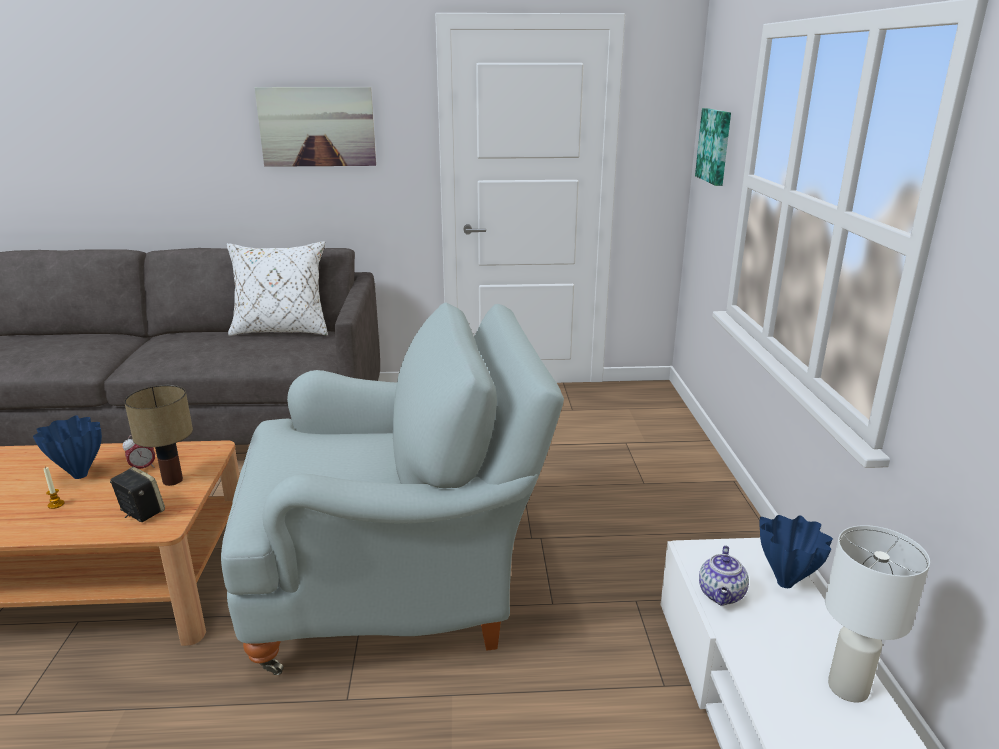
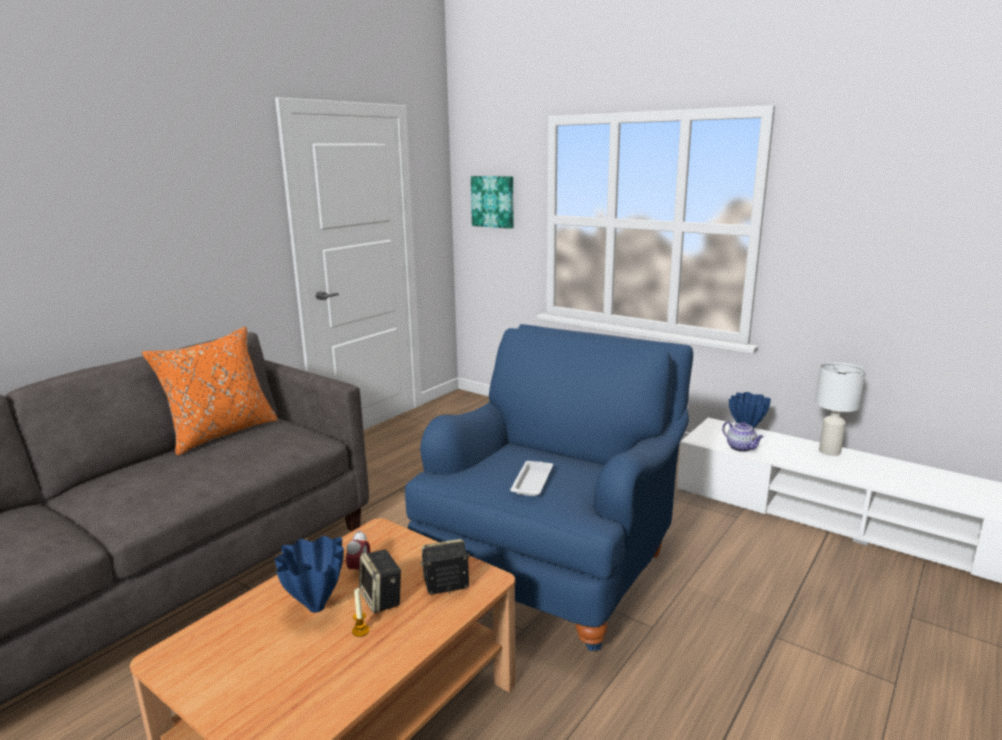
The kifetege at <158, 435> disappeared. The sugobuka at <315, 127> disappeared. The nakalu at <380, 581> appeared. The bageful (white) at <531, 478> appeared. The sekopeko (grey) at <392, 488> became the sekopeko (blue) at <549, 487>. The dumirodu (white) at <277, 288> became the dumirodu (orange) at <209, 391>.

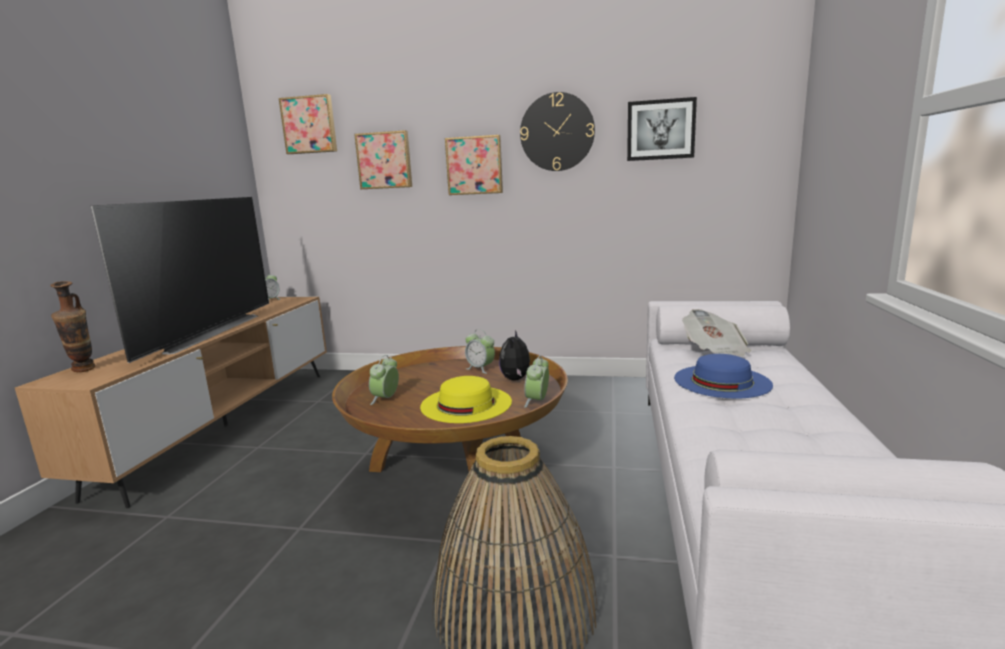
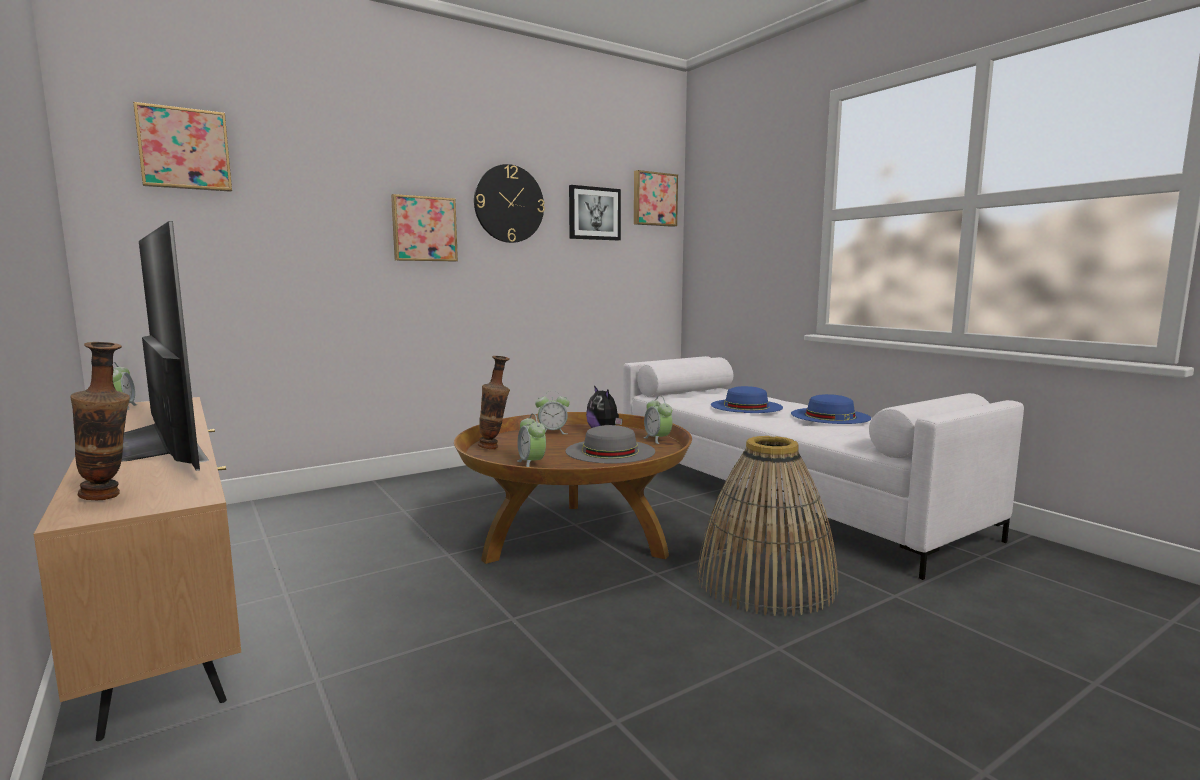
The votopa at <716, 333> disappeared. The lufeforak at <494, 402> appeared. The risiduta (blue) at <831, 409> appeared. The sugobuka moved from <383, 159> to <656, 198>. The risiduta (yellow) at <466, 399> became the risiduta (grey) at <610, 444>.

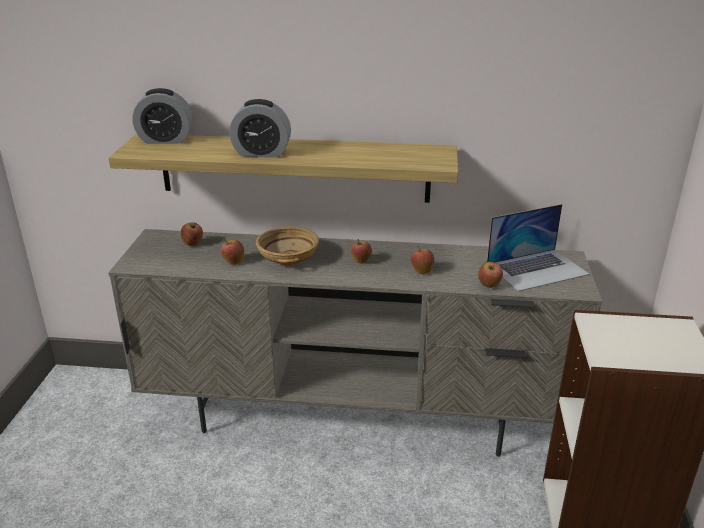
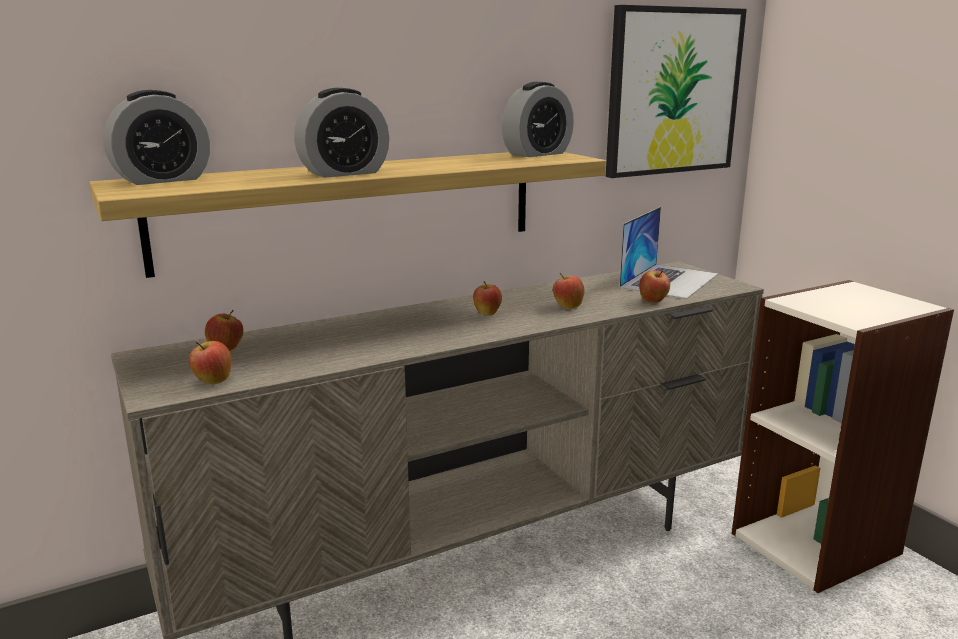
The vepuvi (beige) at <287, 245> disappeared. The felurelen at <538, 119> appeared. The sugobuka at <676, 91> appeared. The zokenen moved from <232, 252> to <210, 363>.

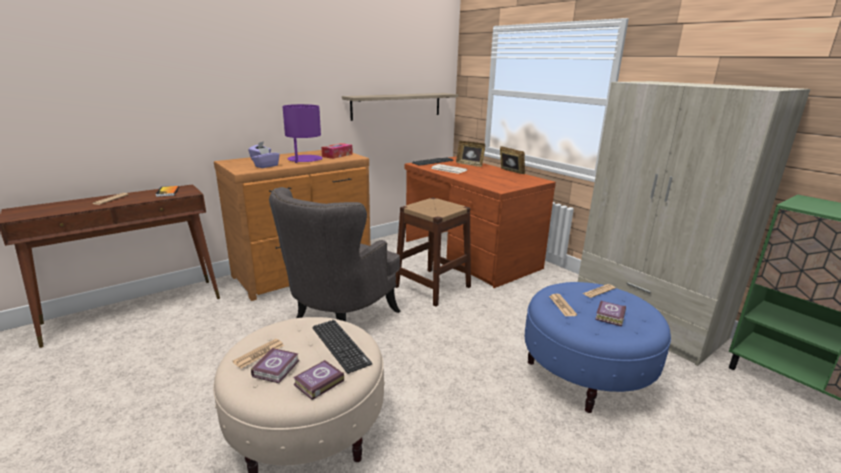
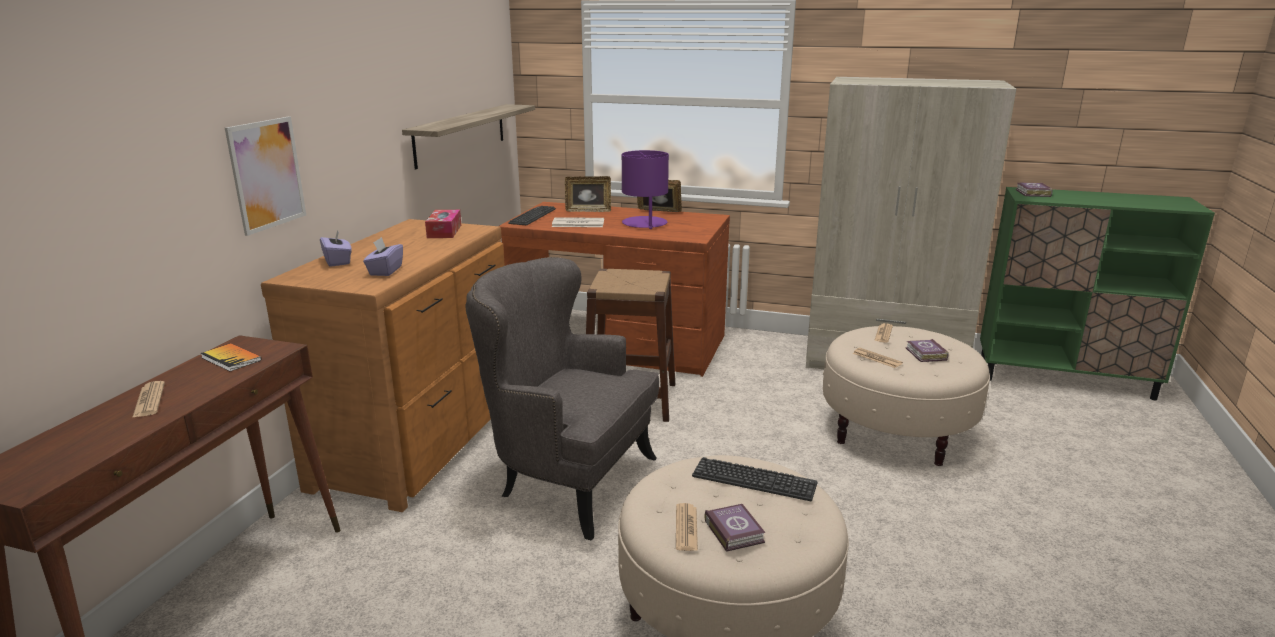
The sugobuka at <265, 176> appeared. The kifetege (purple) moved from <302, 133> to <645, 189>. The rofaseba moved from <318, 380> to <1034, 190>. The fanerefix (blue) at <598, 347> became the fanerefix (beige) at <906, 396>. The sekopeko (grey) at <334, 254> turned 120 degrees clockwise.

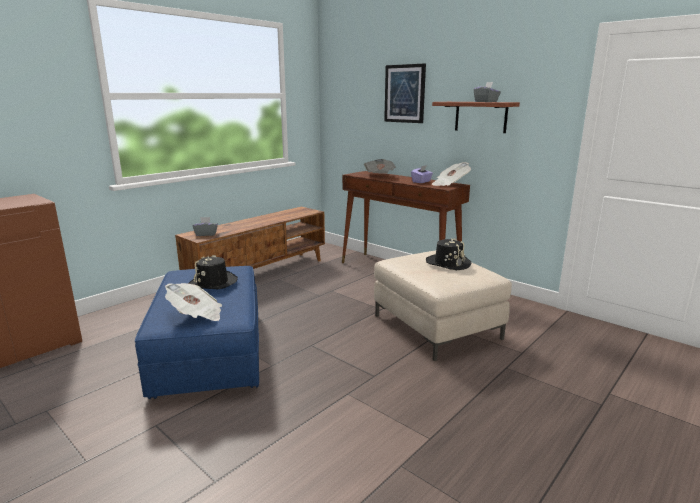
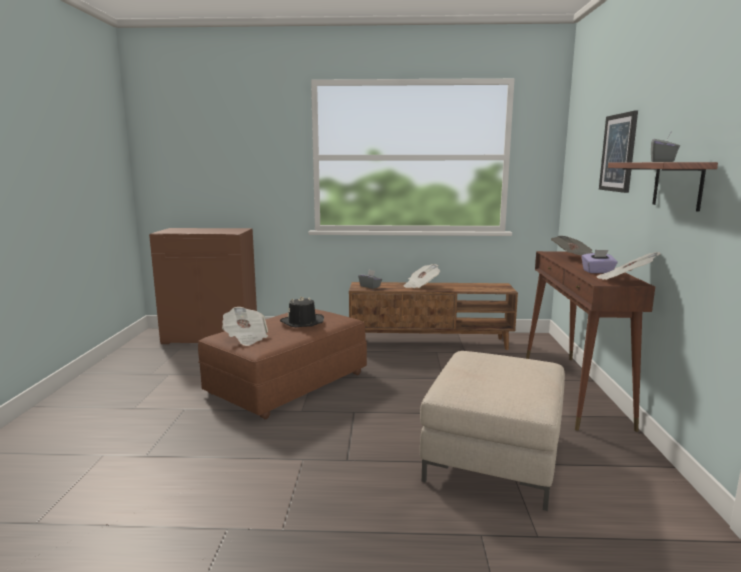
The risiduta (black) at <448, 254> disappeared. The votopa at <421, 276> appeared. The fanerefix (blue) at <197, 332> became the fanerefix (brown) at <282, 364>.

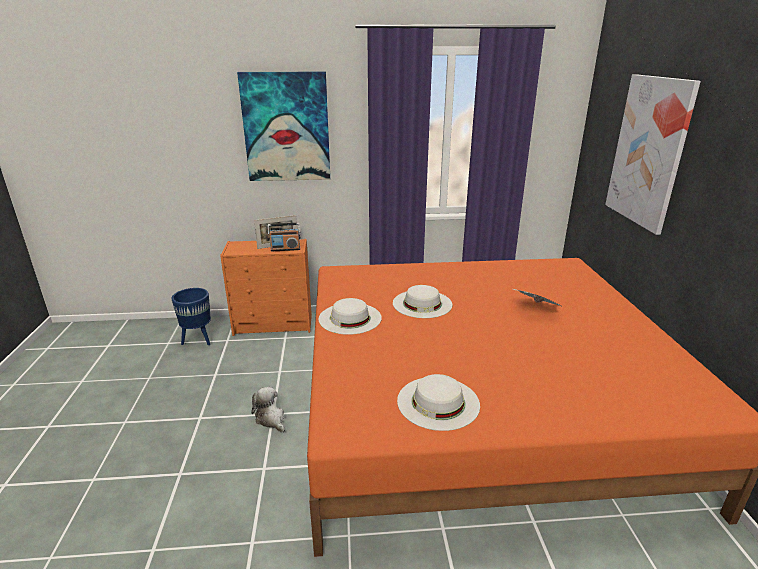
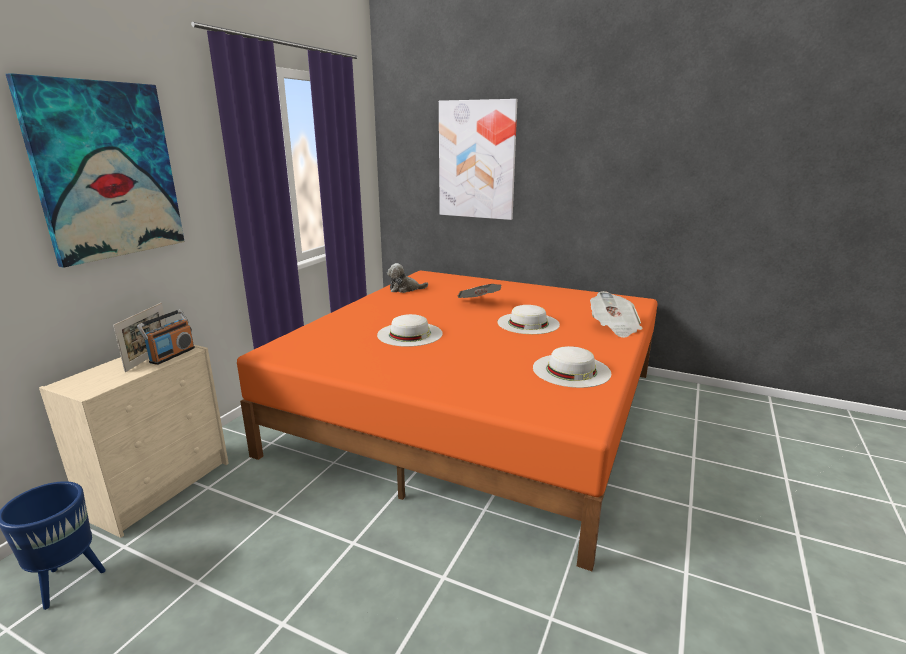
The votopa at <616, 314> appeared. The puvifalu moved from <268, 410> to <407, 278>. The risiduta (white) moved from <350, 316> to <528, 319>. The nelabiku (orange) at <266, 287> became the nelabiku (beige) at <134, 441>.

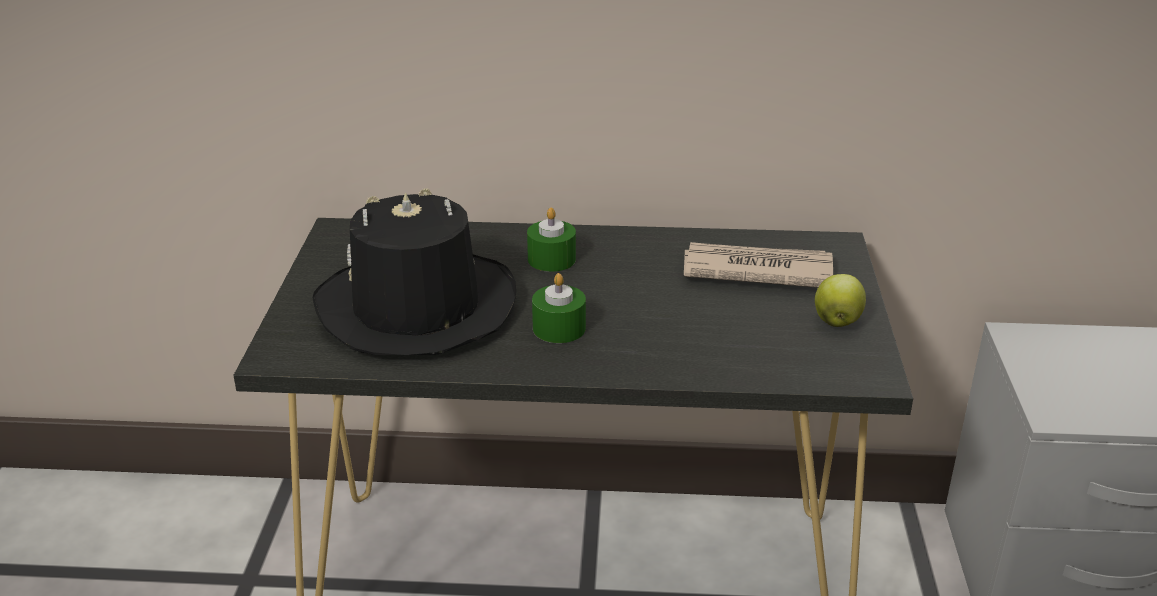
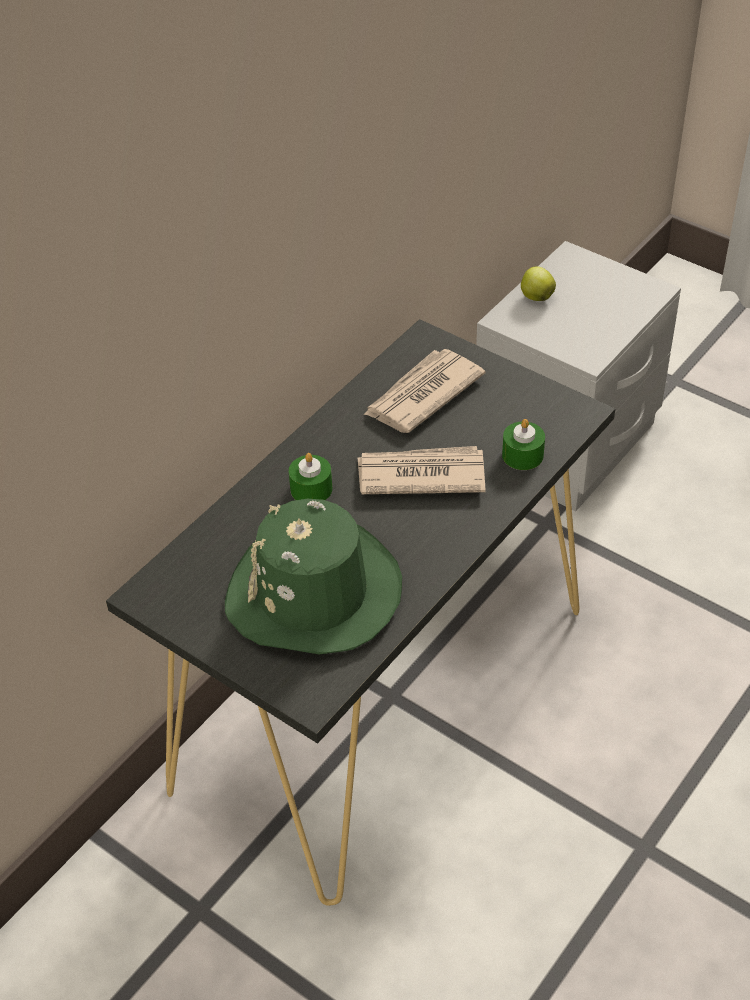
The votopa at <421, 470> appeared. The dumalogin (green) moved from <559, 308> to <523, 444>. The zokenen moved from <840, 300> to <538, 283>. The risiduta (black) at <414, 271> became the risiduta (green) at <313, 576>.

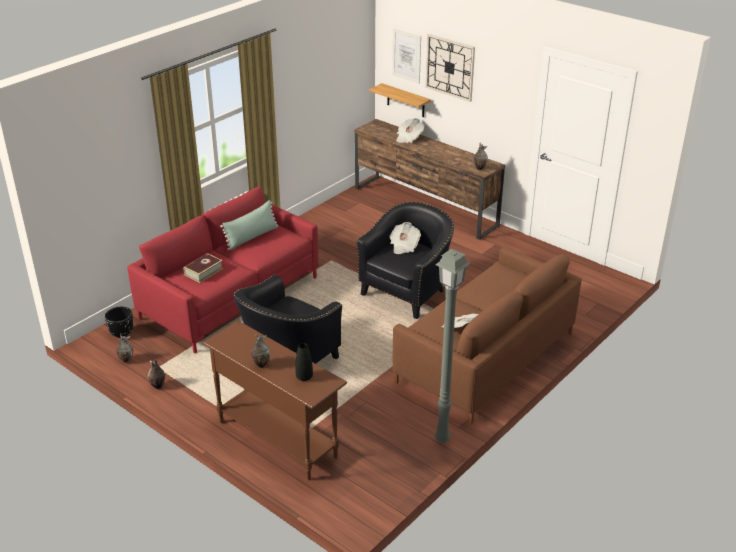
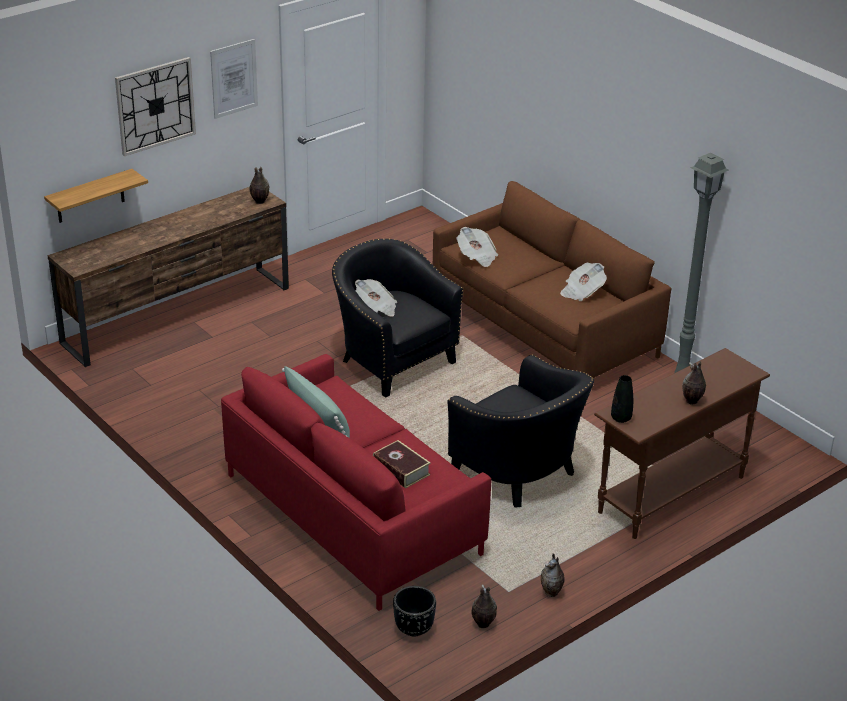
The lufeforak (black) moved from <304, 362> to <622, 399>. The sugobuka moved from <406, 56> to <234, 79>. The votopa moved from <410, 130> to <477, 247>.

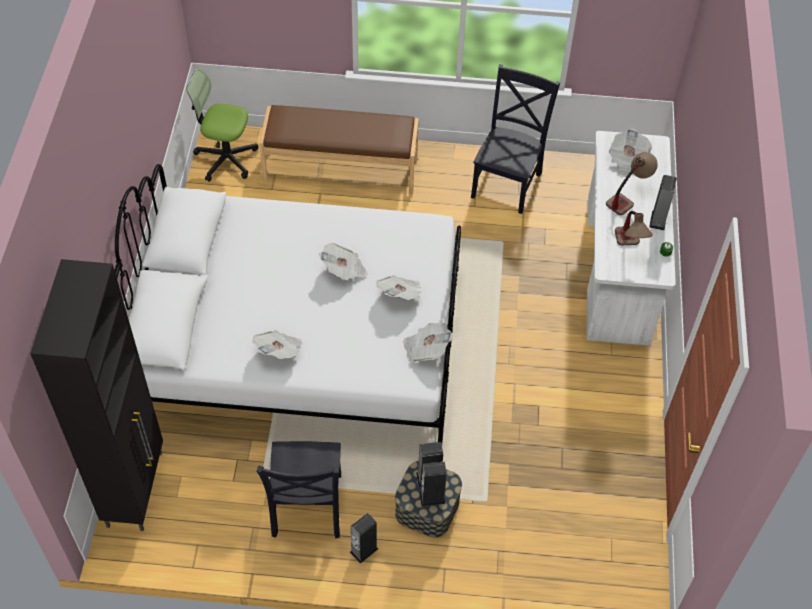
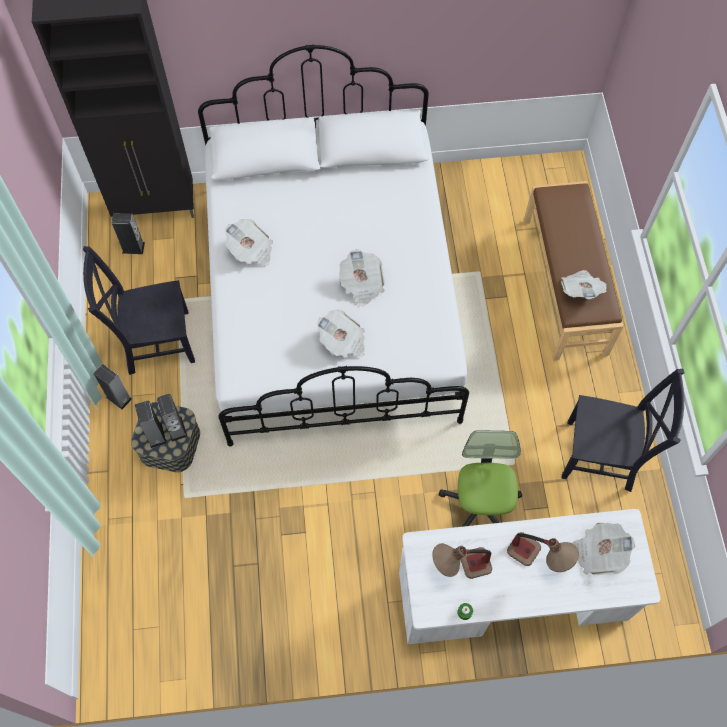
The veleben moved from <222, 125> to <480, 478>. The votopa moved from <427, 342> to <584, 284>. The nakalu moved from <663, 202> to <128, 233>.

